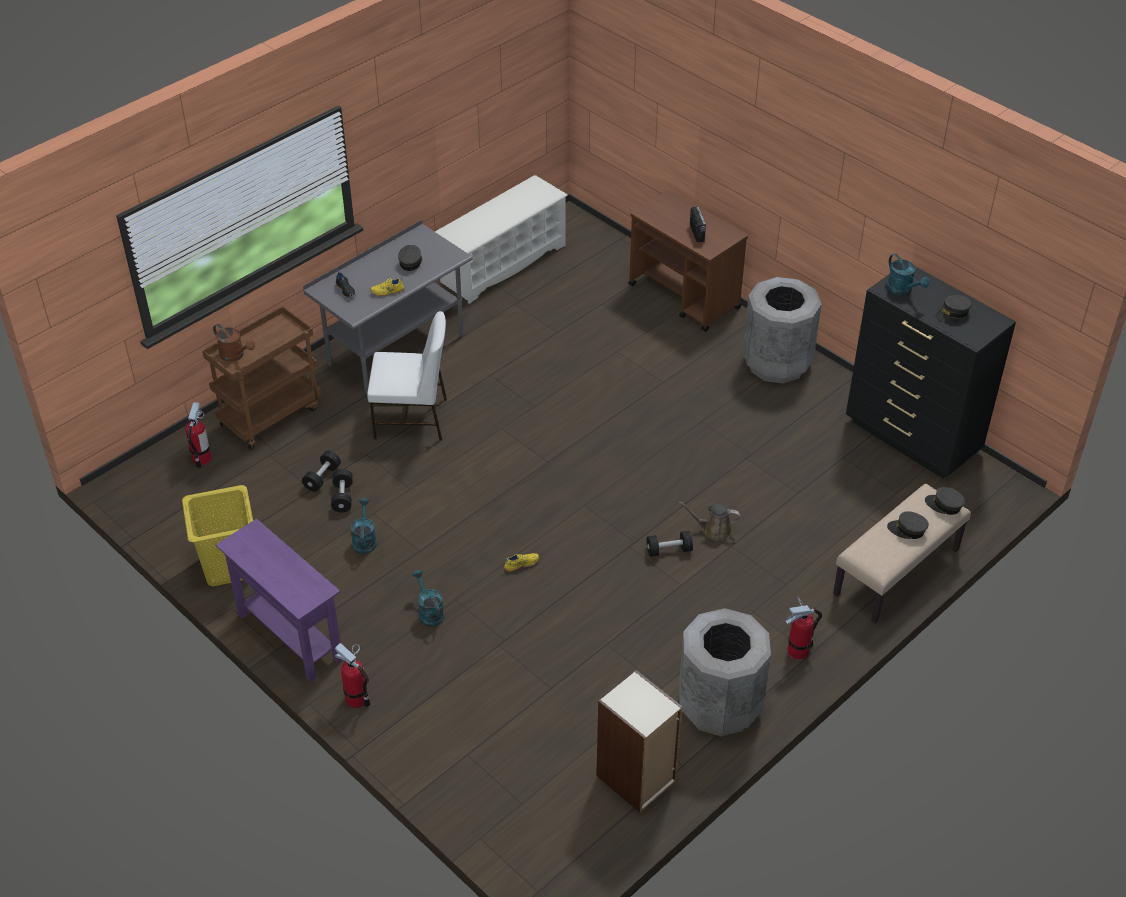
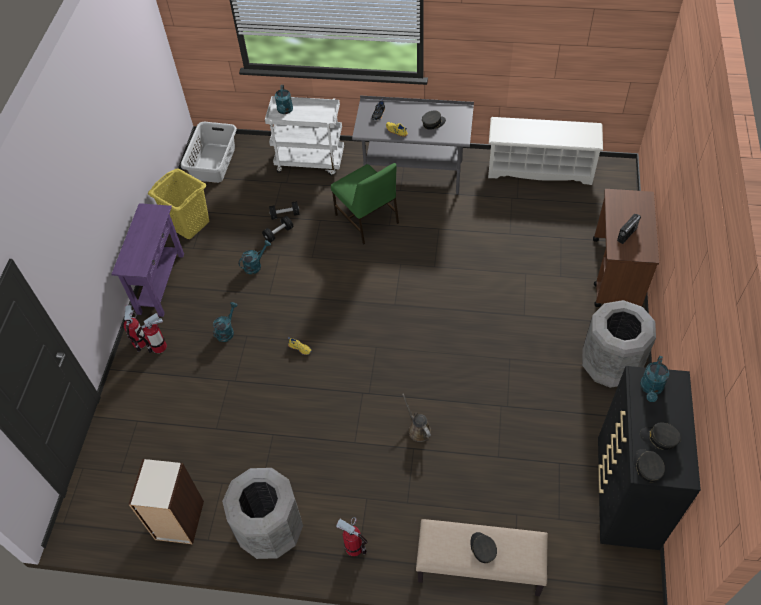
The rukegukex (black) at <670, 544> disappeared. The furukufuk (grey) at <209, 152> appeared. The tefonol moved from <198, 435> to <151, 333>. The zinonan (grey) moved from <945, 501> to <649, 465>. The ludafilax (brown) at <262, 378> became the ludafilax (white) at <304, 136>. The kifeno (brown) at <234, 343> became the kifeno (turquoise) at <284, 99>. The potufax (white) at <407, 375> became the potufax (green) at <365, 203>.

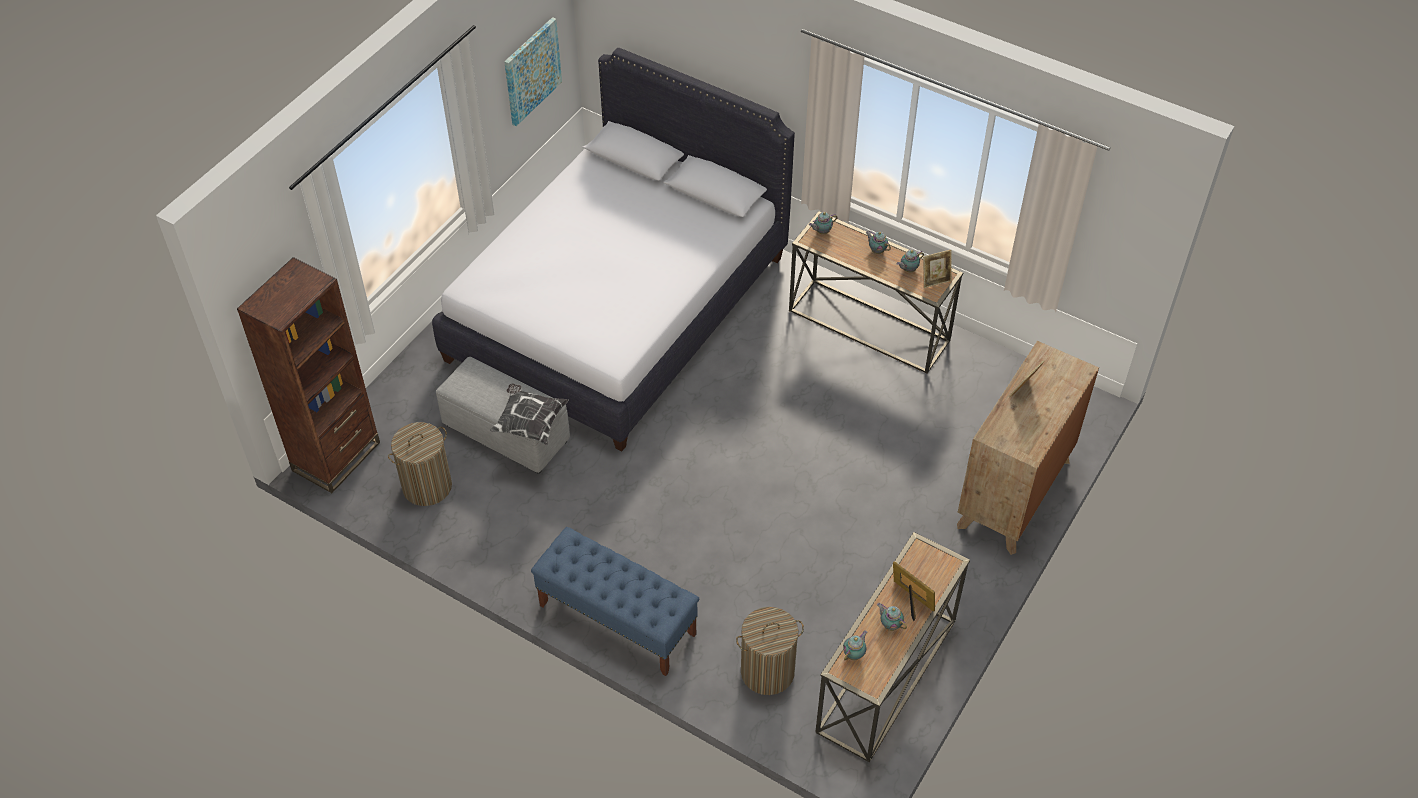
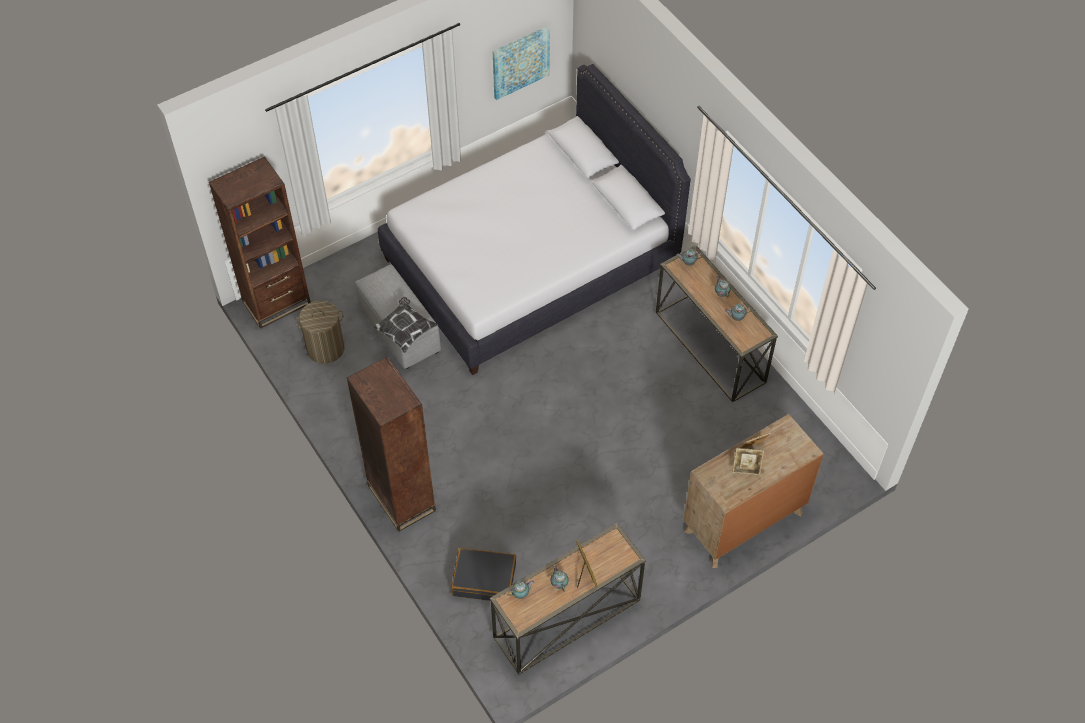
The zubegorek moved from <937, 269> to <748, 461>. The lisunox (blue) at <615, 601> was replaced by the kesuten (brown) at <391, 444>. The furukufuk at <770, 651> was replaced by the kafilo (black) at <483, 574>.

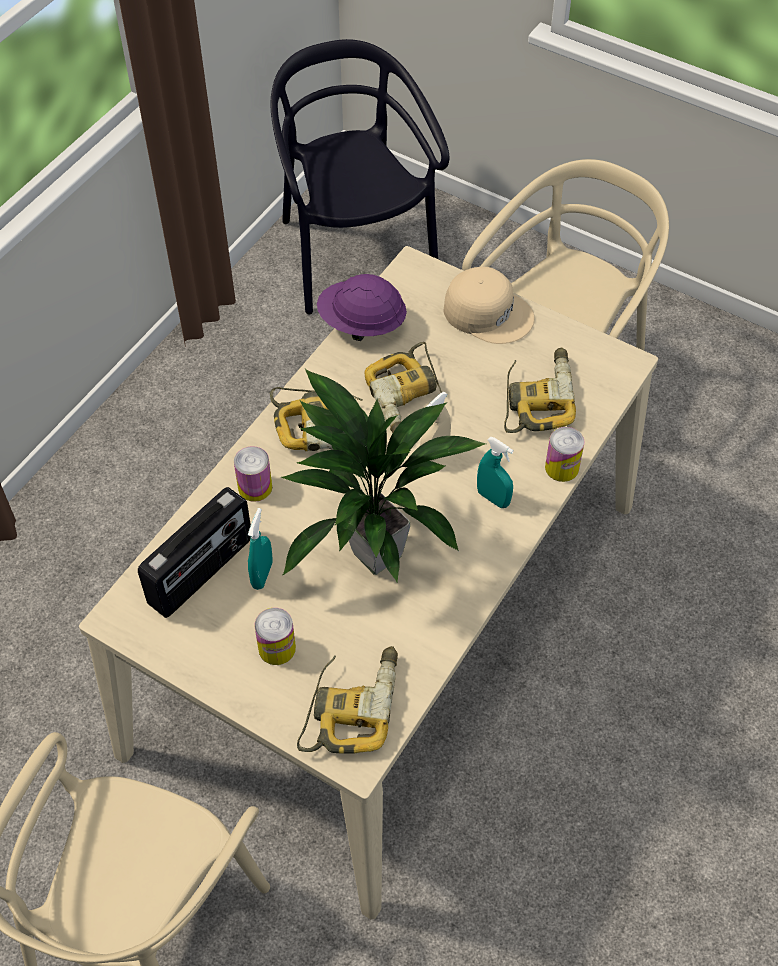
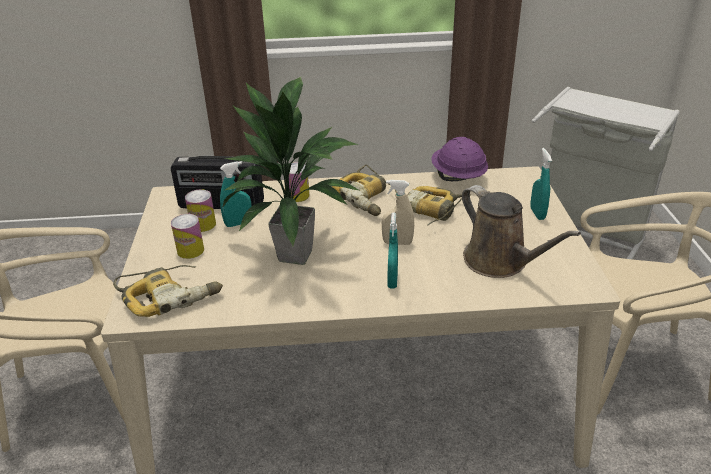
The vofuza moved from <564, 454> to <200, 210>. The potufax (black) at <360, 177> was replaced by the furukufuk (grey) at <606, 173>. The zinonan (beige) at <489, 305> was replaced by the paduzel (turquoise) at <541, 184>. The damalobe at <540, 390> was replaced by the kifeno (brown) at <521, 231>.

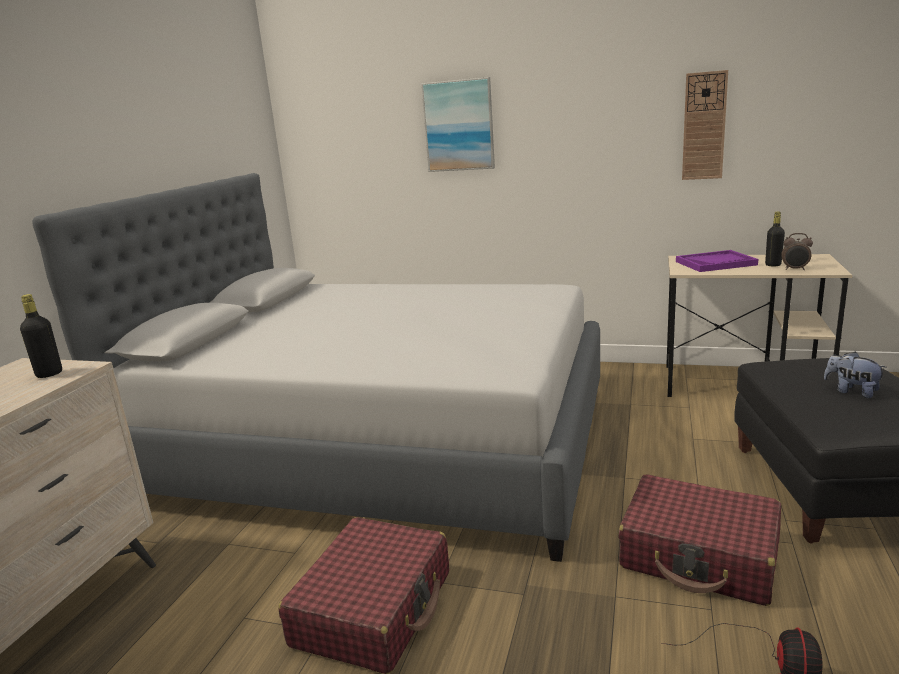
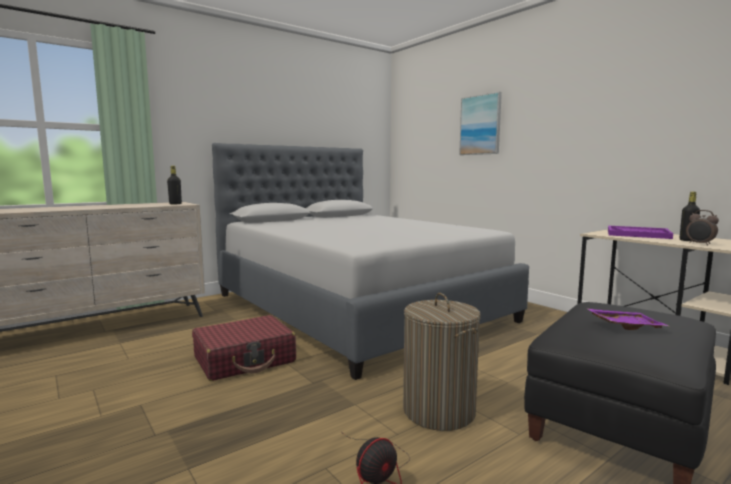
The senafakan at <705, 125> disappeared. The kafilo (red) at <699, 540> was replaced by the furukufuk at <442, 362>. The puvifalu at <855, 375> was replaced by the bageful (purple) at <627, 319>.

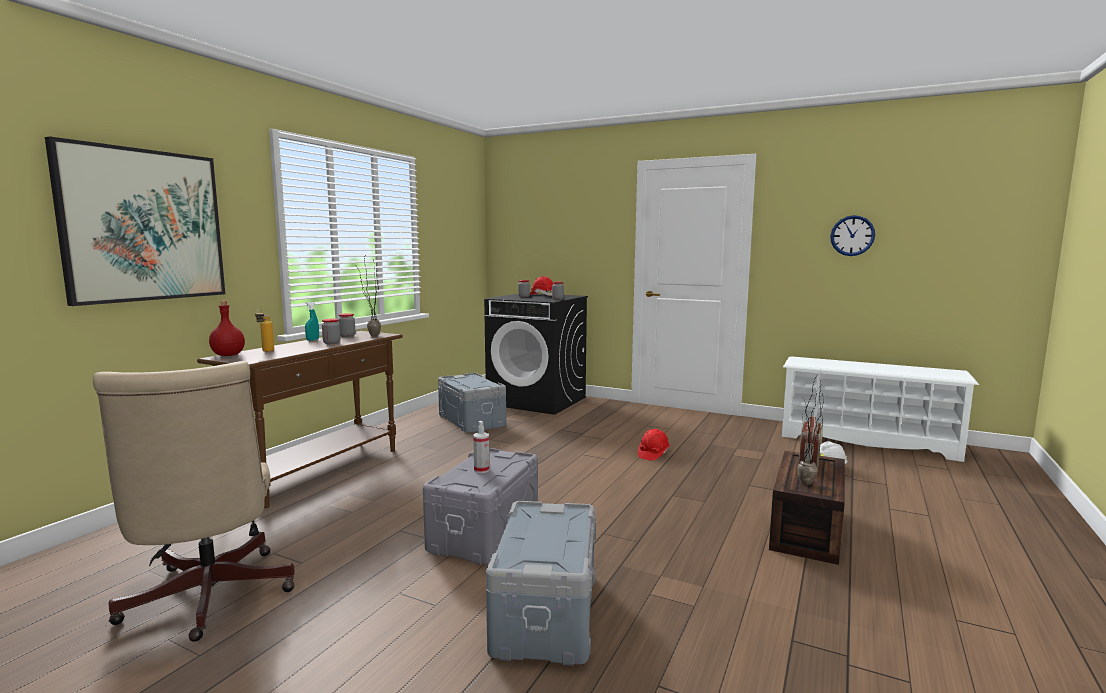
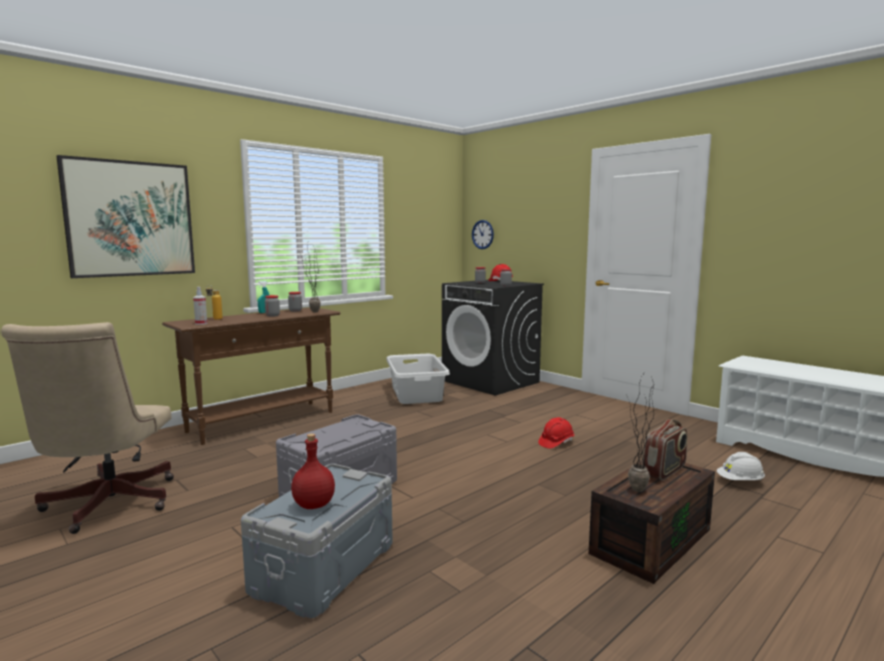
The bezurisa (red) moved from <227, 328> to <313, 471>. The paduzel moved from <481, 447> to <200, 306>. The senafakan moved from <852, 235> to <483, 234>. The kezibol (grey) at <472, 403> was replaced by the furukufuk (grey) at <418, 379>.

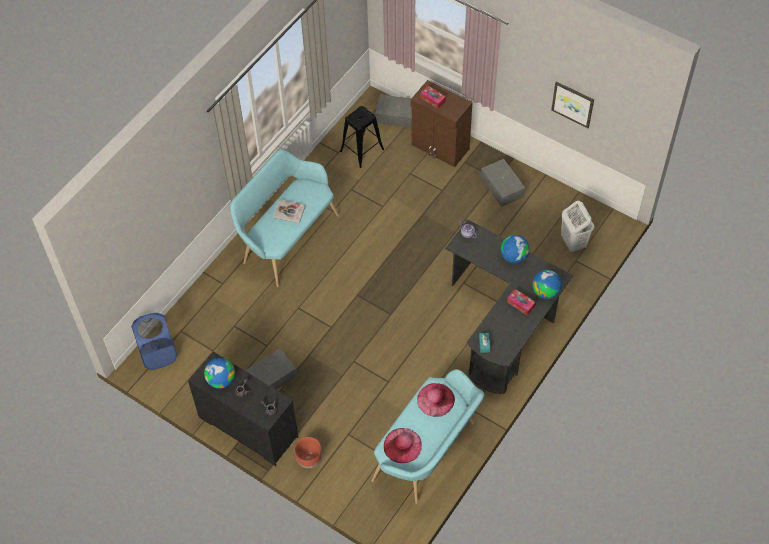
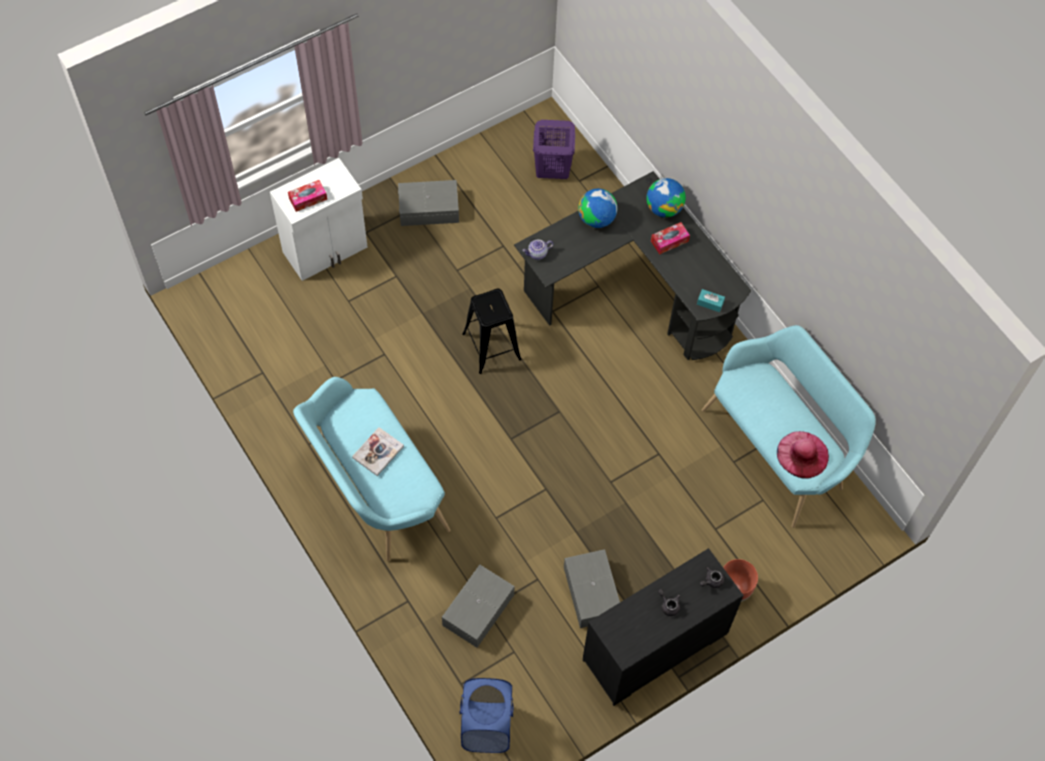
The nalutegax at <219, 373> disappeared. The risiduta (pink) at <436, 400> disappeared. The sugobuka at <572, 104> disappeared. The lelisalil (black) moved from <362, 137> to <492, 331>. The kezibol (grey) moved from <394, 111> to <478, 606>. The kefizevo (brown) at <442, 123> became the kefizevo (white) at <319, 219>. The furukufuk (white) at <577, 226> became the furukufuk (purple) at <554, 149>.

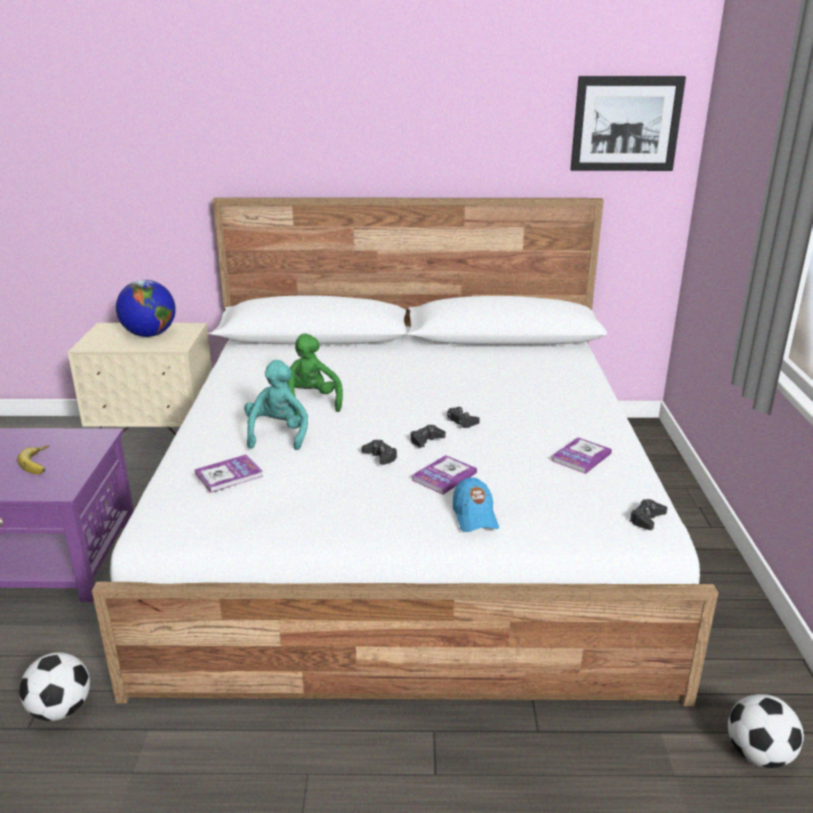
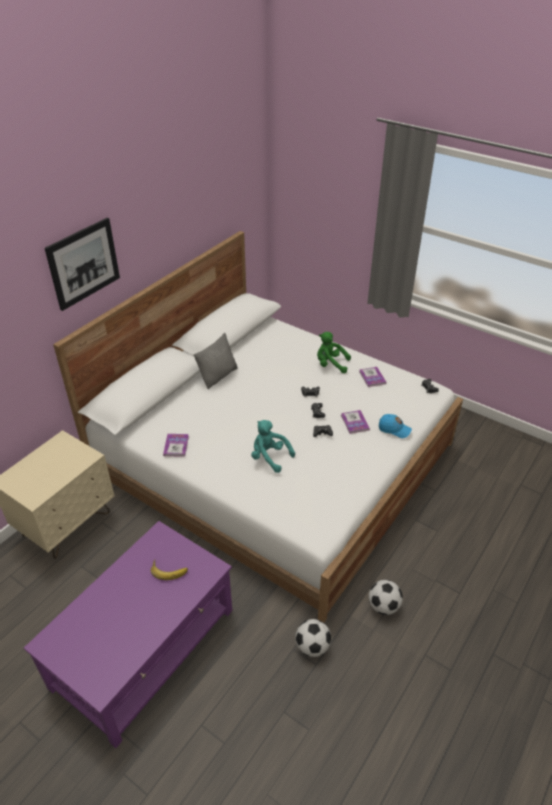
The nalutegax at <146, 308> disappeared. The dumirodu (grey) at <216, 361> appeared. The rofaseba moved from <229, 474> to <176, 445>. The puvifalu (green) moved from <314, 375> to <334, 352>. The sugobuka moved from <628, 123> to <82, 264>. The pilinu moved from <766, 731> to <385, 597>.

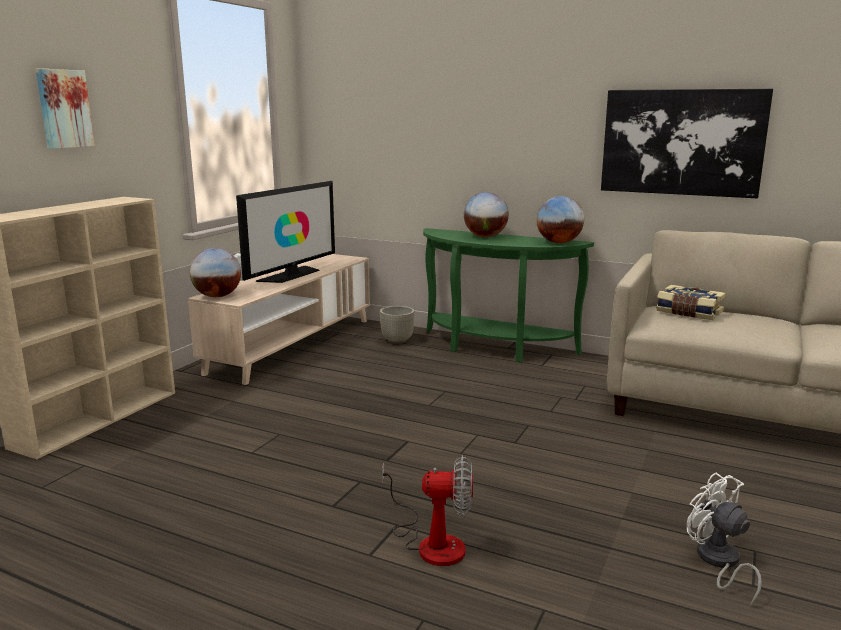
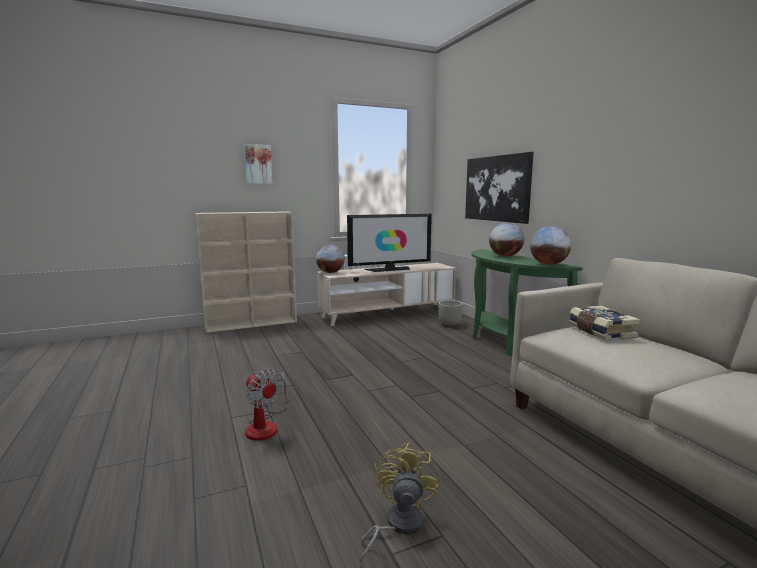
The sugobuka moved from <687, 143> to <499, 188>. The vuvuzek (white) at <724, 539> became the vuvuzek (yellow) at <400, 503>.

